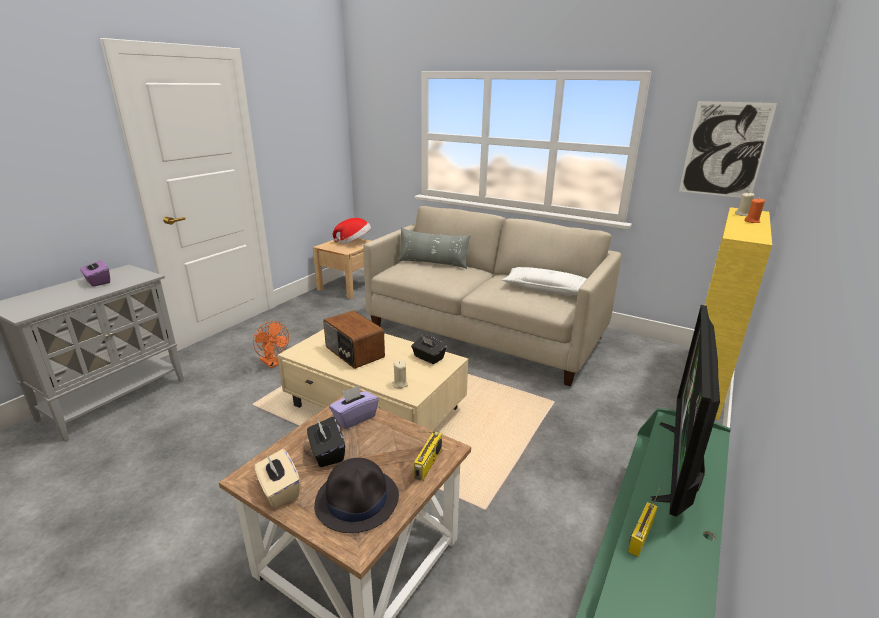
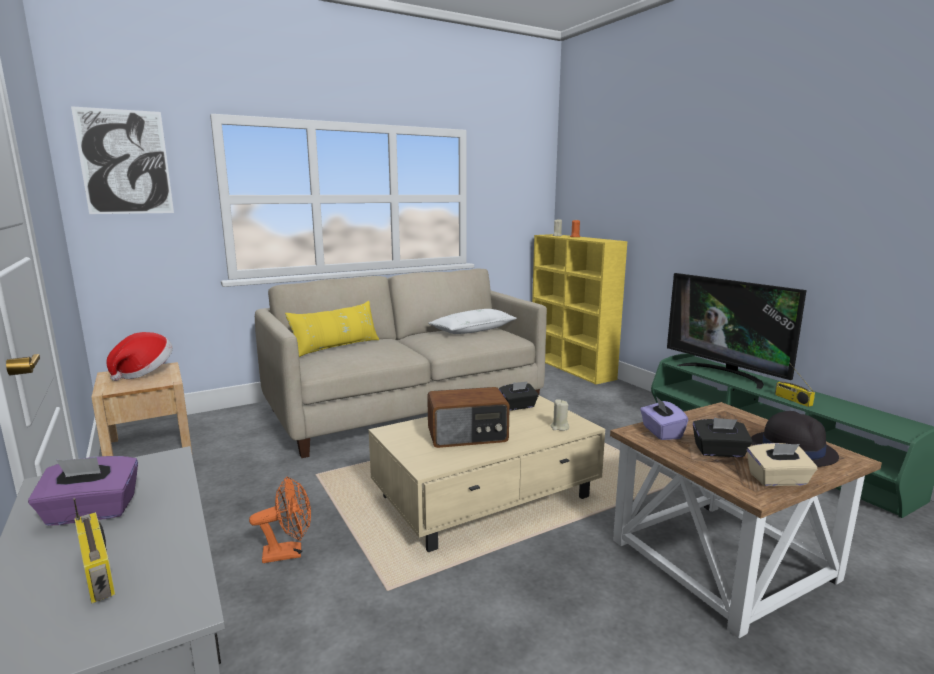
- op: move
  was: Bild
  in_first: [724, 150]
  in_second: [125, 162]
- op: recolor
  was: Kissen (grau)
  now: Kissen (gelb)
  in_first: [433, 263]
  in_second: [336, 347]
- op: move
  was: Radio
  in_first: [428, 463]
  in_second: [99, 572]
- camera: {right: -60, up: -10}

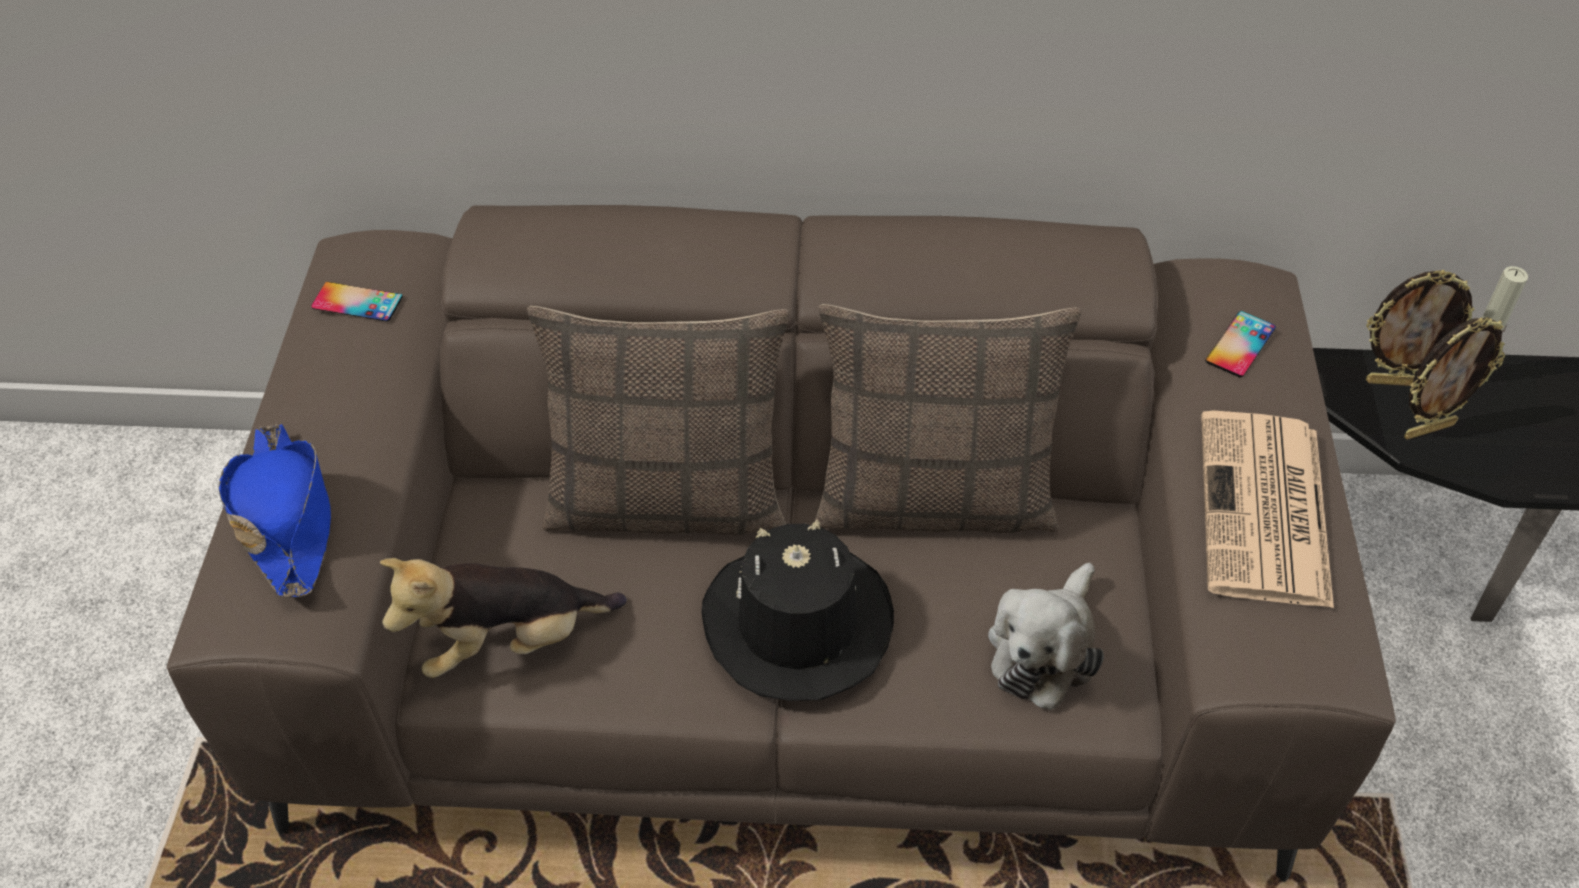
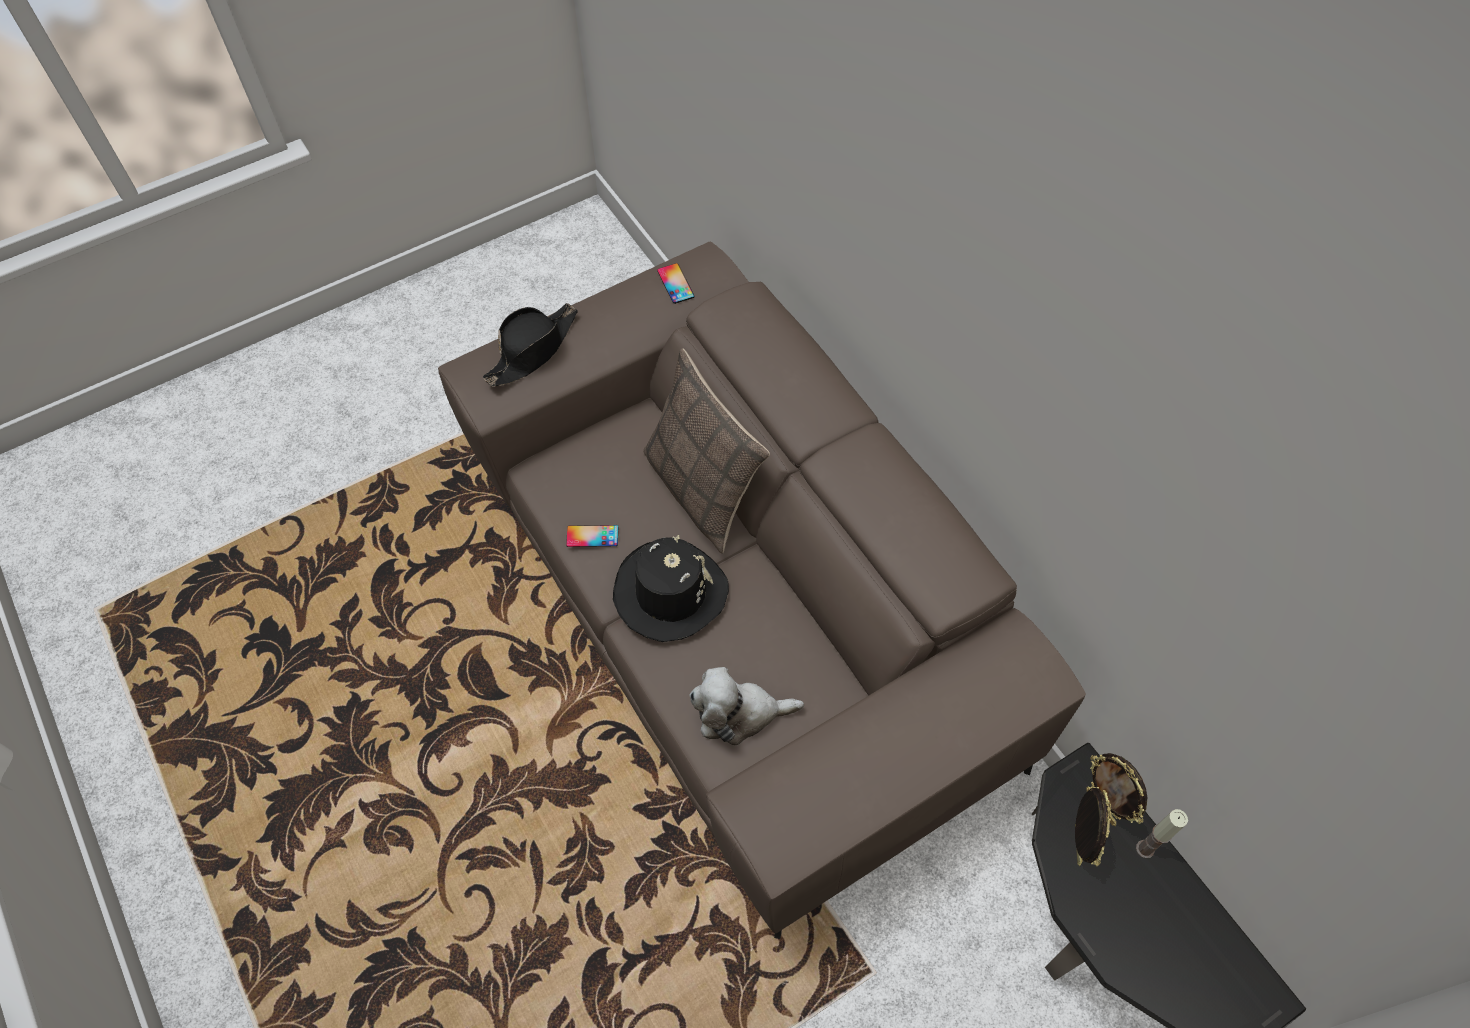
- op: delete
  was: Kissen
  in_first: [934, 499]
- op: move
  was: Handy
  in_first: [1240, 344]
  in_second: [592, 536]
- op: rotate
  was: Bilderrahmen
  in_first: [1428, 429]
  in_second: [1075, 843]
  clockwise: -120
- op: delete
  was: Zeitung
  in_first: [1265, 512]
- op: recolor
  was: Hut (blau)
  now: Hut (schwarz)
  in_first: [285, 518]
  in_second: [533, 349]
- op: delete
  was: Plüschtier
  in_first: [509, 643]
- camera: {right: 55, up: 10}

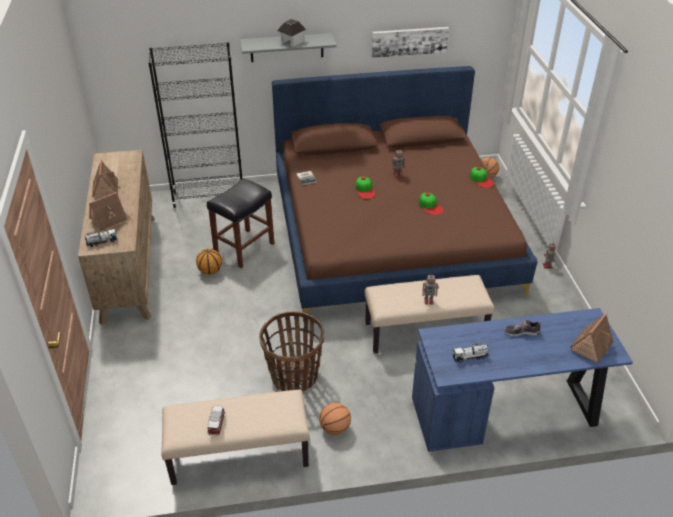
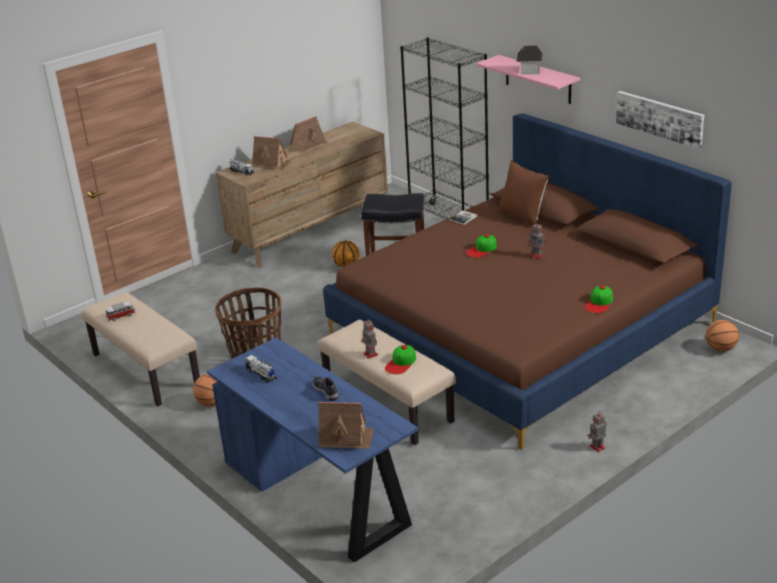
- op: recolor
  was: Wandregal (grau)
  now: Wandregal (rosa)
  in_first: [286, 47]
  in_second: [538, 79]
- op: move
  was: Kappe
  in_first: [430, 206]
  in_second: [401, 363]
- op: insert
  now: Kissen (braun)
  in_second: [523, 216]
- camera: {right: 60, up: -10}

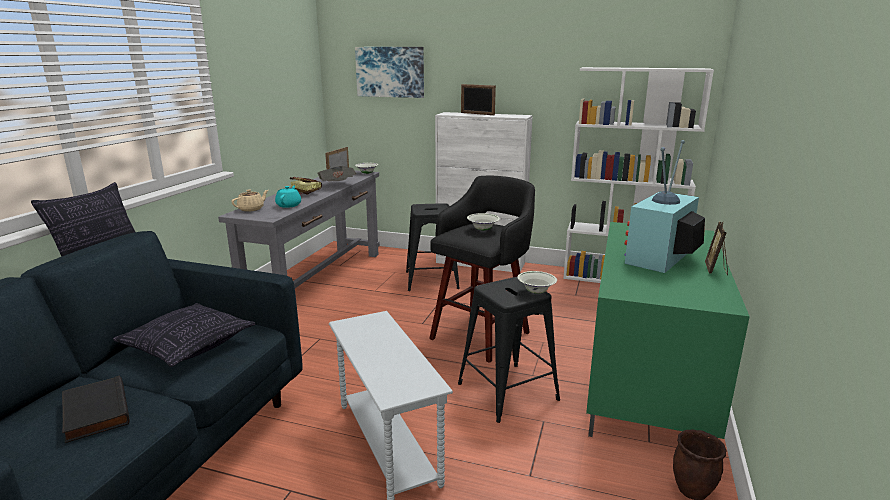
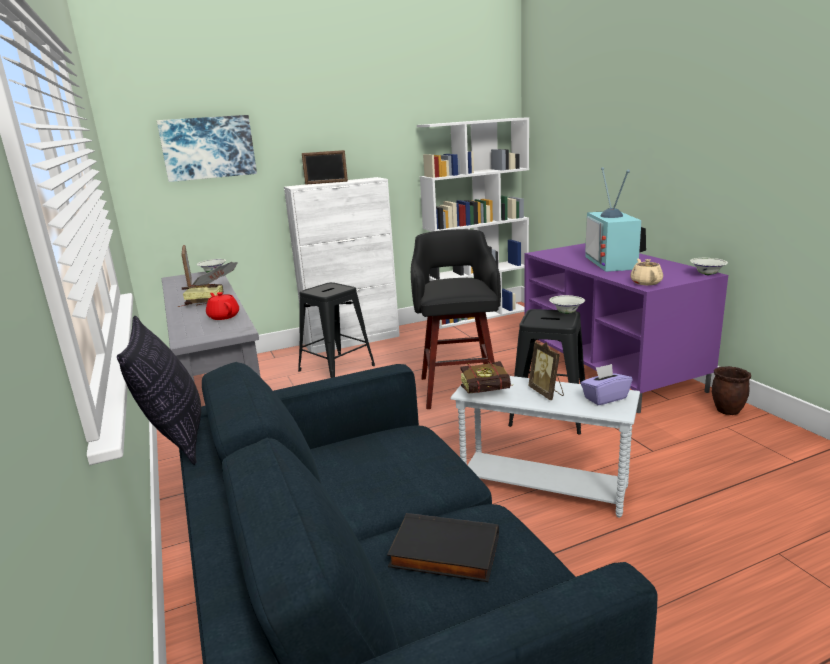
- op: recolor
  was: Teekanne (türkis)
  now: Teekanne (rot)
  in_first: [289, 205]
  in_second: [223, 316]
- op: move
  was: Teekanne (beige)
  in_first: [251, 209]
  in_second: [645, 282]
- op: move
  was: Schüssel (weiß)
  in_first: [482, 230]
  in_second: [707, 274]
- op: recolor
  was: Fernsehschrank (grün)
  now: Fernsehschrank (lila)
  in_first: [649, 383]
  in_second: [612, 369]
- op: move
  was: Bilderrahmen
  in_first: [716, 270]
  in_second: [547, 393]
- op: delete
  was: Kissen
  in_first: [188, 346]
- op: insert
  now: Buch
  in_second: [490, 392]
- op: insert
  now: Taschentuchbox (lila)
  in_second: [605, 398]
- camera: {right: -40, up: 0}

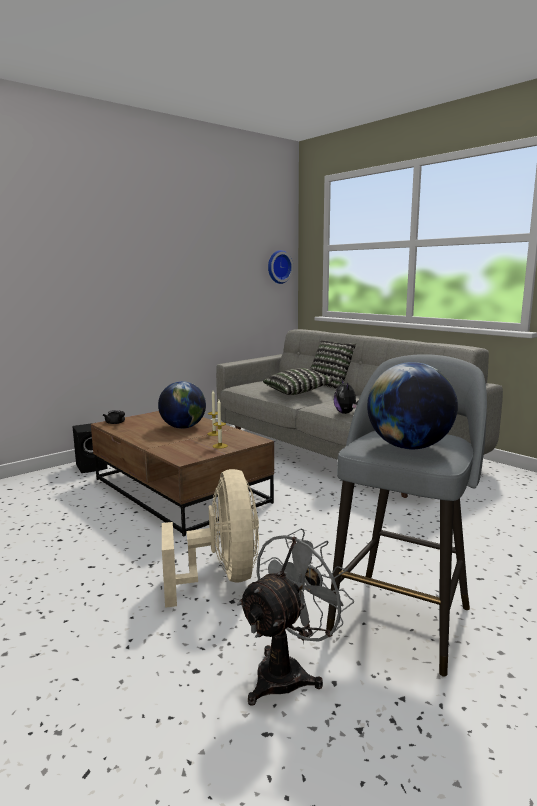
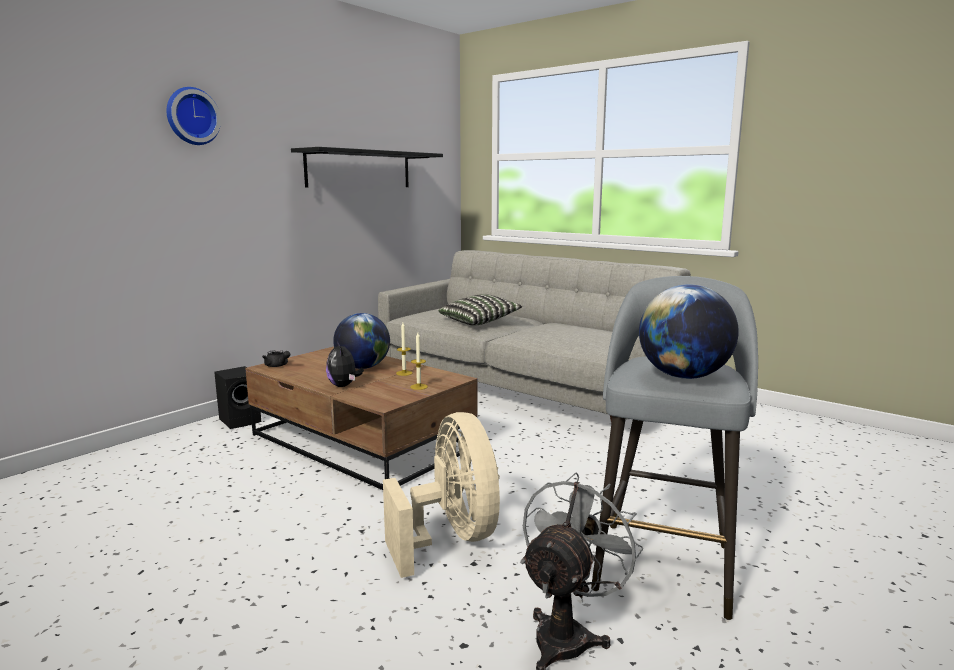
- op: move
  was: Wanduhr
  in_first: [278, 267]
  in_second: [191, 116]
- op: delete
  was: Kissen
  in_first: [331, 385]
- op: move
  was: Plüschtier
  in_first: [346, 413]
  in_second: [344, 386]
- op: insert
  now: Wandregal (schwarz)
  in_second: [359, 169]
- camera: {right: -10, up: 0}

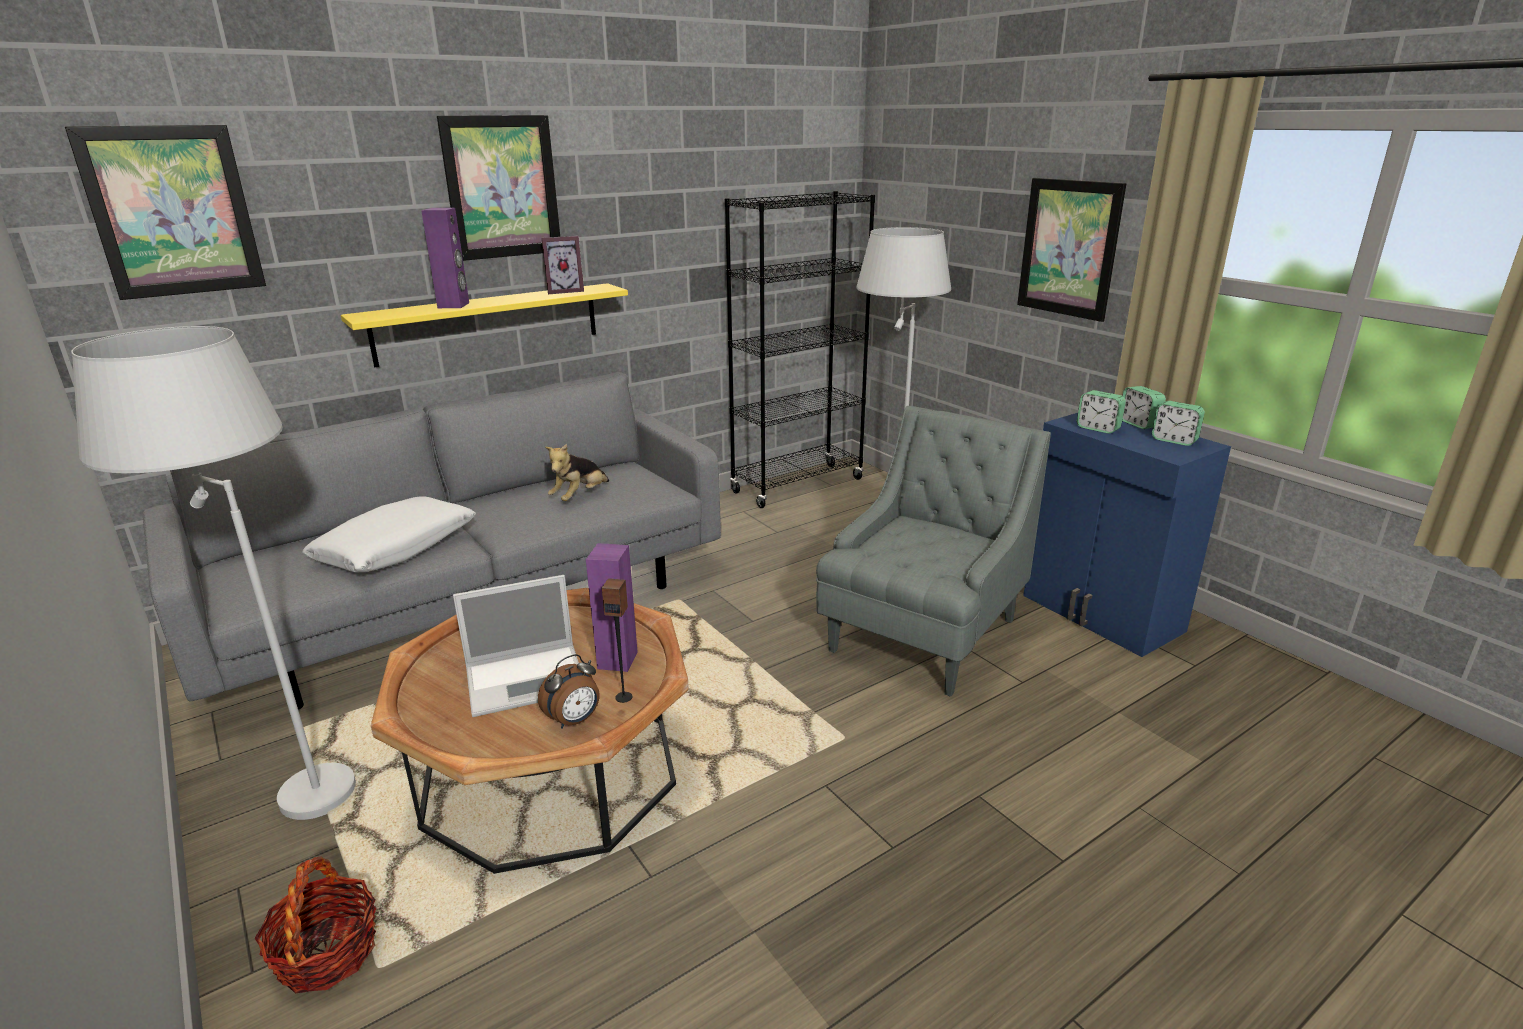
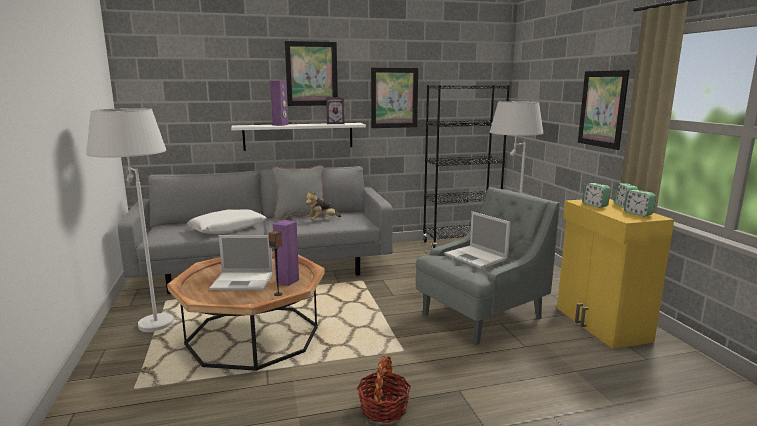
- op: move
  was: Bild
  in_first: [173, 212]
  in_second: [394, 98]
- op: recolor
  was: Wandregal (gelb)
  now: Wandregal (weiß)
  in_first: [488, 323]
  in_second: [298, 136]
- op: recolor
  was: Schrank (blau)
  now: Schrank (gelb)
  in_first: [1101, 614]
  in_second: [601, 324]
- op: delete
  was: Wecker
  in_first: [574, 721]
- op: move
  was: Korb
  in_first: [327, 952]
  in_second: [383, 408]
- op: insert
  now: Kissen (grau)
  in_second: [300, 216]
- op: insert
  now: Laptop
  in_second: [476, 257]
- camera: {right: 20, up: -10}

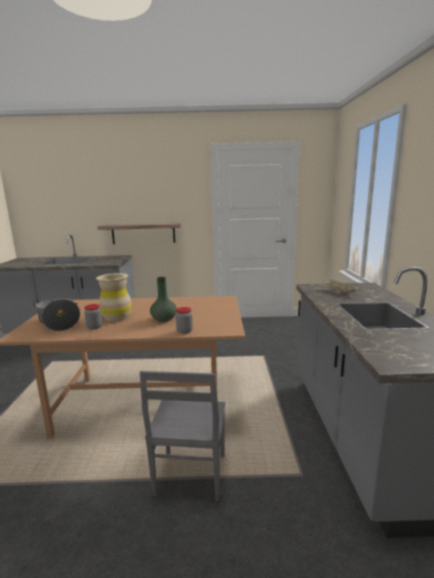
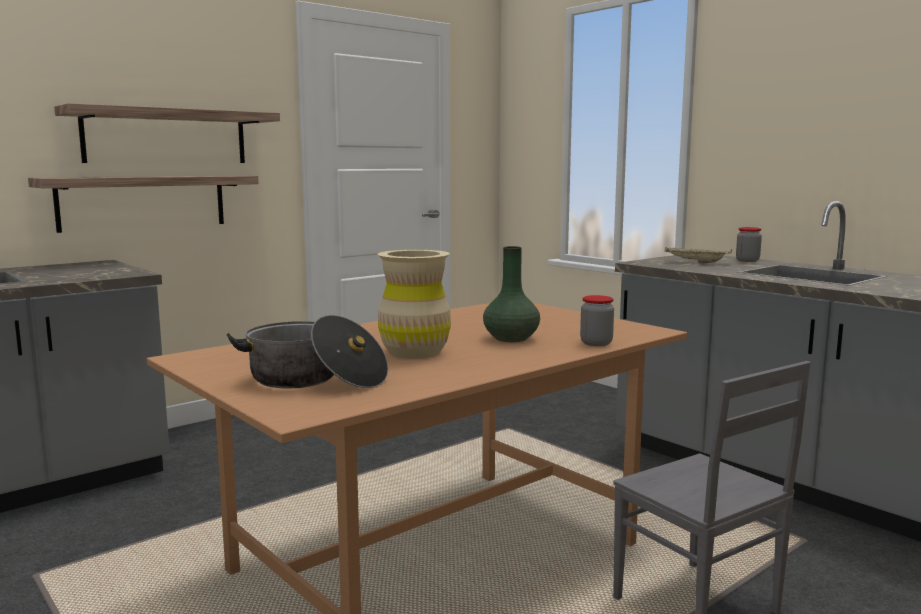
- op: move
  was: Vorratsglas
  in_first: [94, 327]
  in_second: [747, 261]
- op: insert
  now: Wandregal
  in_second: [166, 137]
- camera: {right: -40, up: -5}

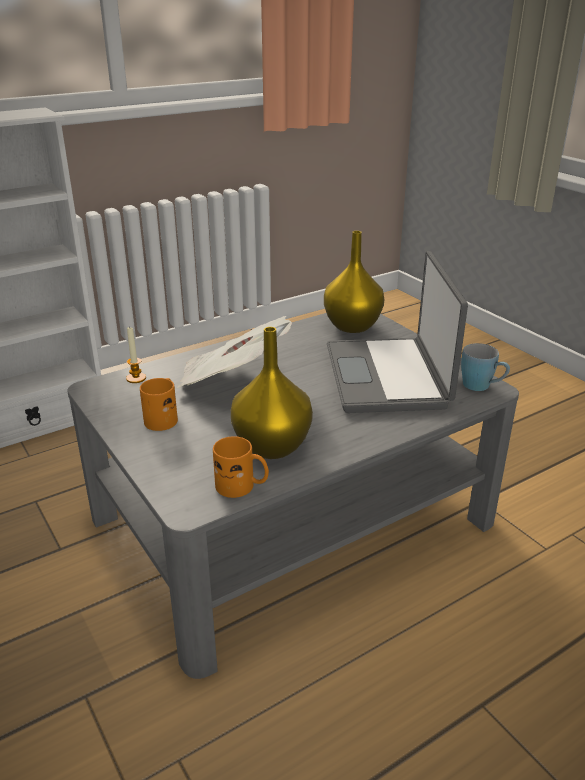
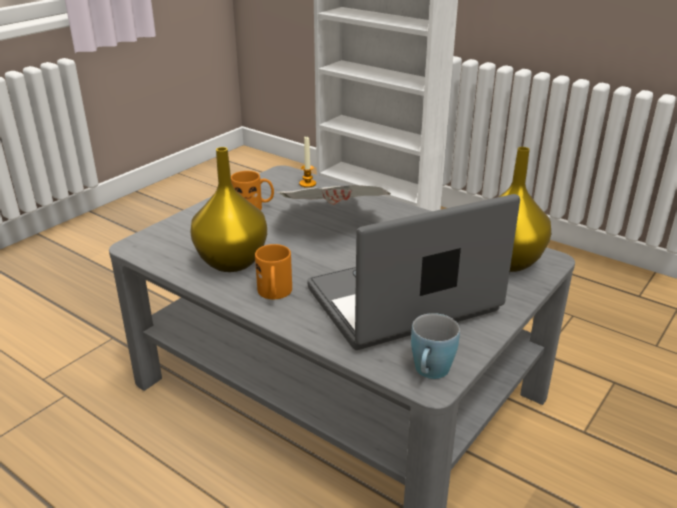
- op: move
  was: Henkelbecher (orange)
  in_first: [242, 487]
  in_second: [275, 294]
- camera: {right: 70, up: 0}

